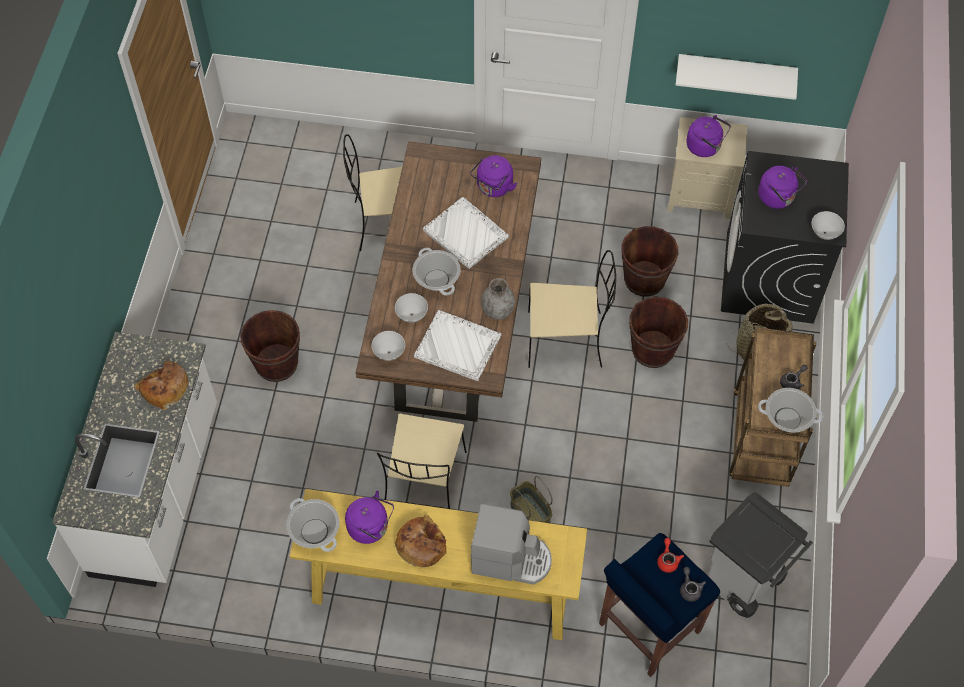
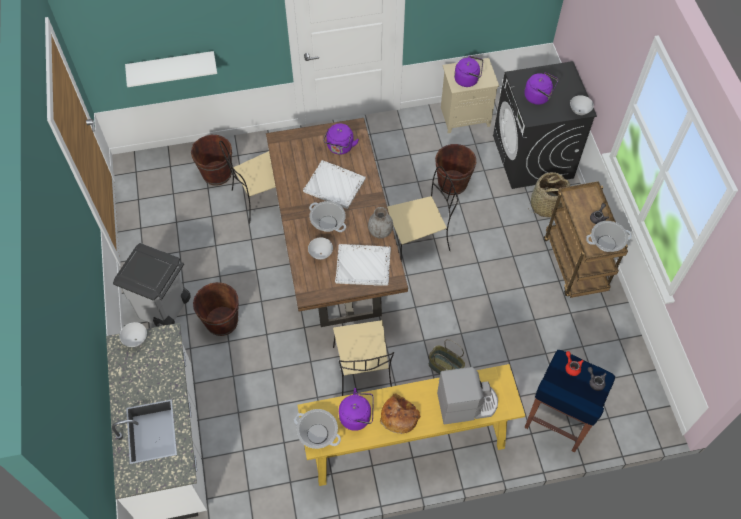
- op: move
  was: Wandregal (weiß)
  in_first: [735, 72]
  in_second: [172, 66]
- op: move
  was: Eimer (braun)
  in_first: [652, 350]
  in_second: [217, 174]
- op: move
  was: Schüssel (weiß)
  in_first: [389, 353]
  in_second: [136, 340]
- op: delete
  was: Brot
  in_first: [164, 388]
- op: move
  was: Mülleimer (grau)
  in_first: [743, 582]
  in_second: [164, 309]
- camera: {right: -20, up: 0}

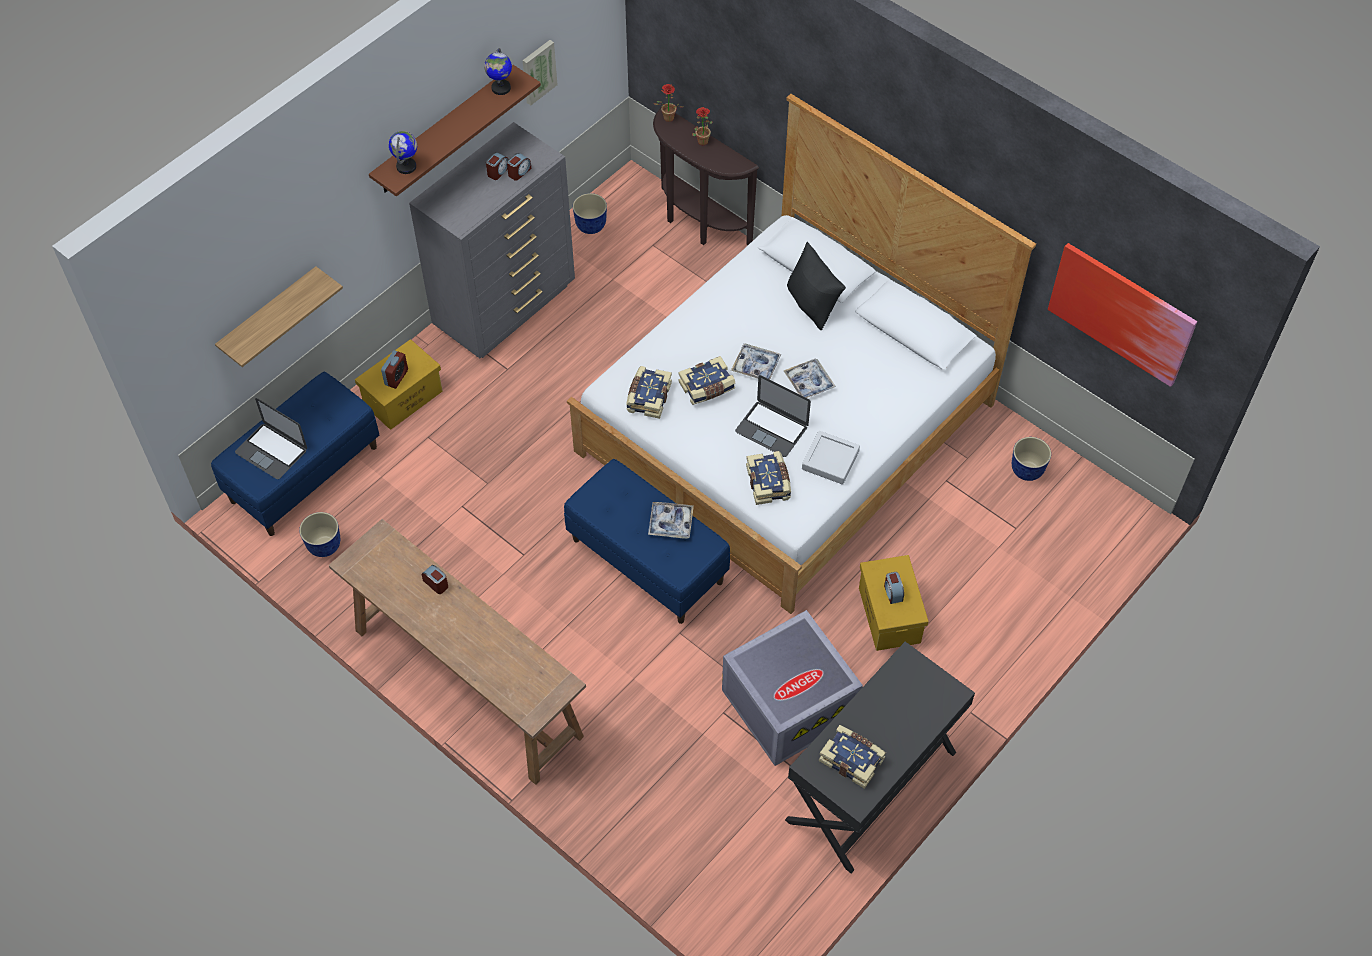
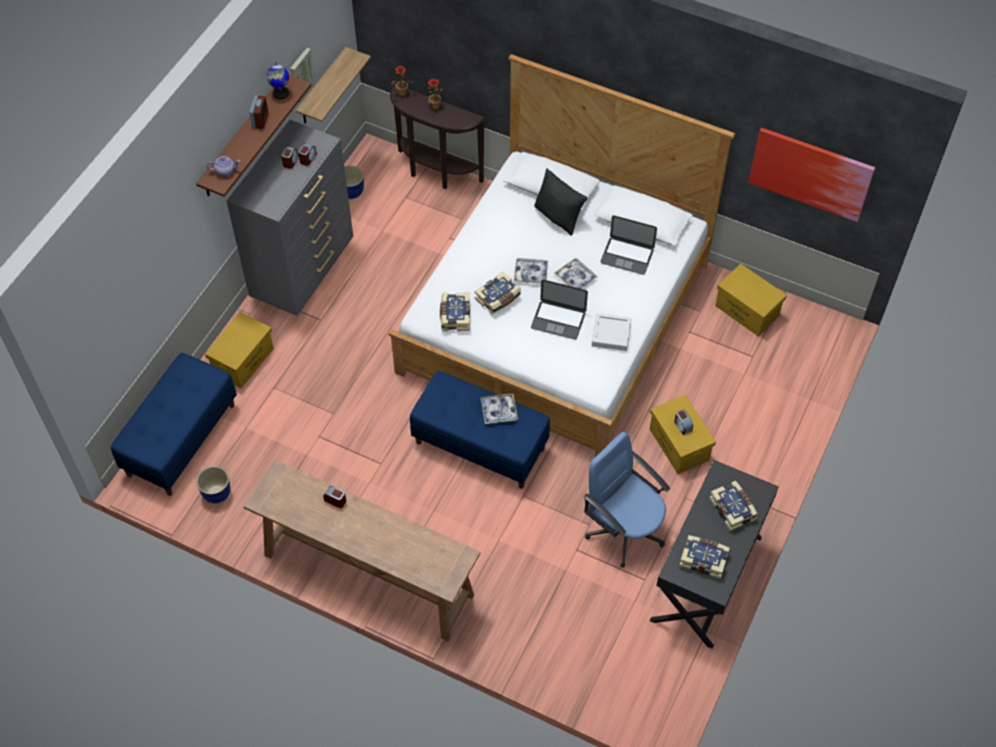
- op: replace
  was: Globus
  now: Teekanne
  in_first: [406, 166]
  in_second: [225, 171]
- op: move
  was: Wandregal
  in_first: [269, 316]
  in_second: [322, 88]
- op: move
  was: Wecker
  in_first: [396, 377]
  in_second: [260, 120]
- op: move
  was: Laptop
  in_first: [272, 451]
  in_second: [627, 256]
- op: replace
  was: Pflanzkübel
  now: Aufbewahrungsbox (gelb)
  in_first: [1027, 471]
  in_second: [747, 311]
- op: move
  was: Buch
  in_first: [769, 483]
  in_second: [733, 509]
- op: replace
  was: Aufbewahrungsbox (grau)
  now: Bürostuhl (blau)
  in_first: [789, 702]
  in_second: [624, 529]
- camera: {right: -15, up: 0}

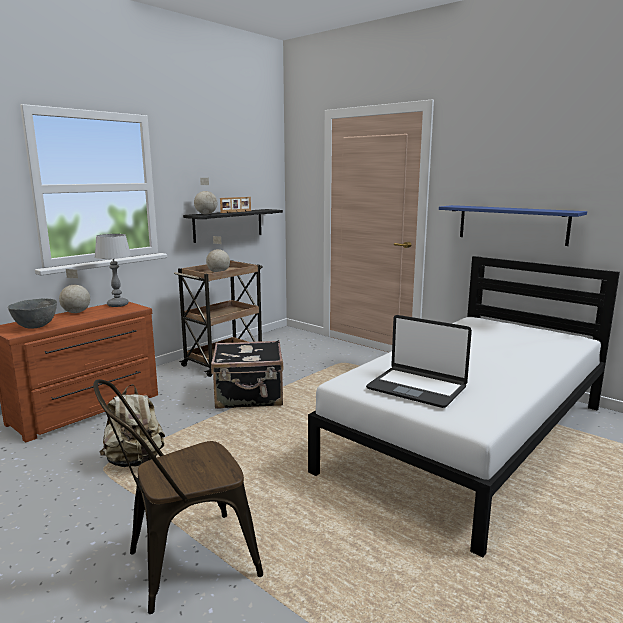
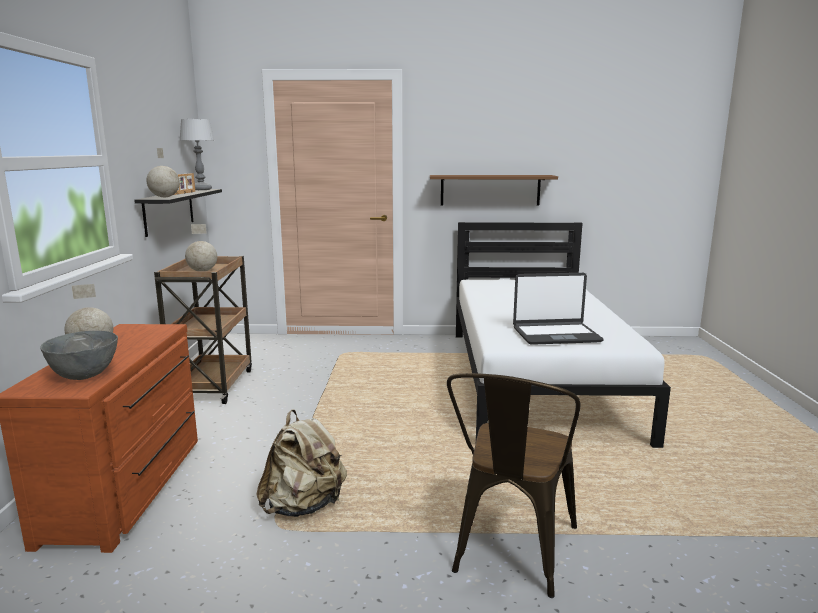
- op: recolor
  was: Wandregal (blau)
  now: Wandregal (braun)
  in_first: [512, 224]
  in_second: [490, 190]
- op: move
  was: Tischlampe
  in_first: [117, 305]
  in_second: [201, 189]
- op: delete
  was: Koffer (schwarz)
  in_first: [249, 396]
- camera: {right: -40, up: 0}

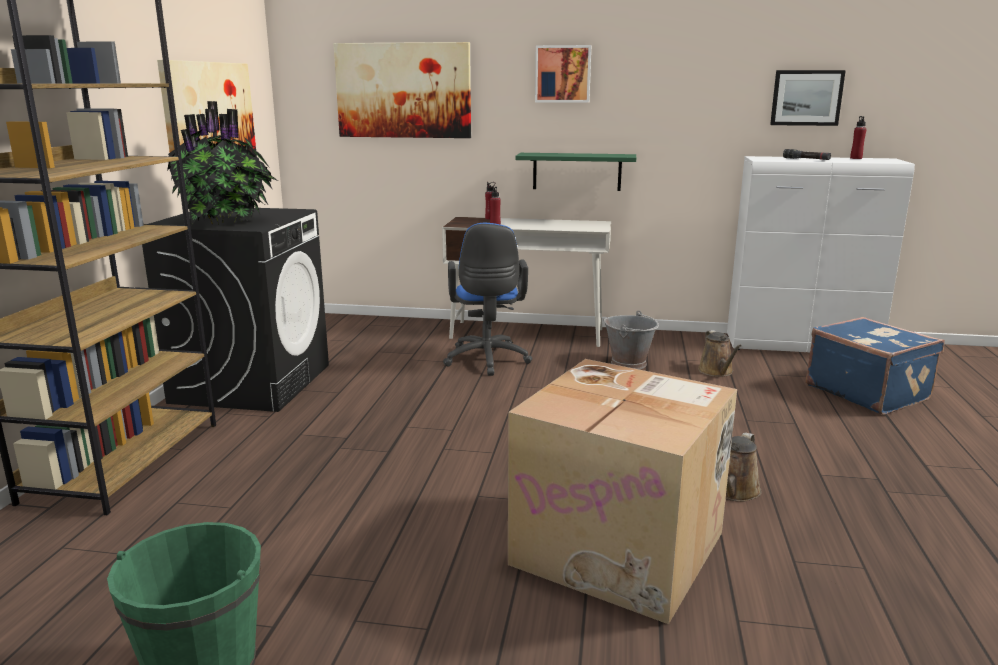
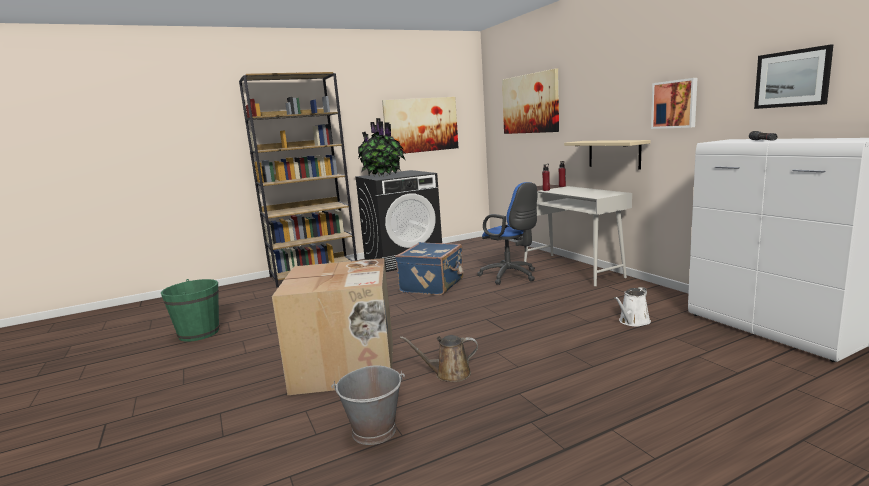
- op: move
  was: Bild
  in_first: [563, 74]
  in_second: [675, 104]
- op: delete
  was: Flasche (rot)
  in_first: [856, 158]
- op: recolor
  was: Wandregal (grün)
  now: Wandregal (beige)
  in_first: [577, 171]
  in_second: [614, 154]
- op: rotate
  was: Bürostuhl (blau)
  in_first: [487, 361]
  in_second: [511, 276]
  clockwise: -90
- op: move
  was: Eimer (grau)
  in_first: [629, 363]
  in_second: [375, 431]
- op: move
  was: Koffer (blau)
  in_first: [867, 392]
  in_second: [433, 285]
- op: recolor
  was: Gießkanne (braun)
  now: Gießkanne (weiß)
  in_first: [717, 372]
  in_second: [633, 322]
- camera: {right: 55, up: -5}

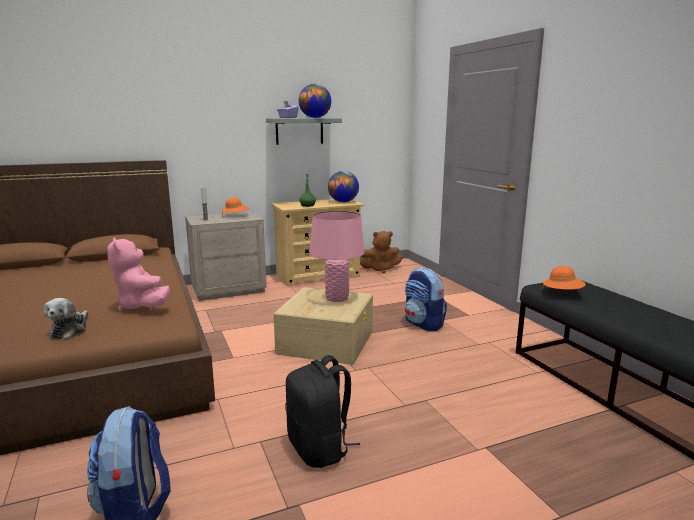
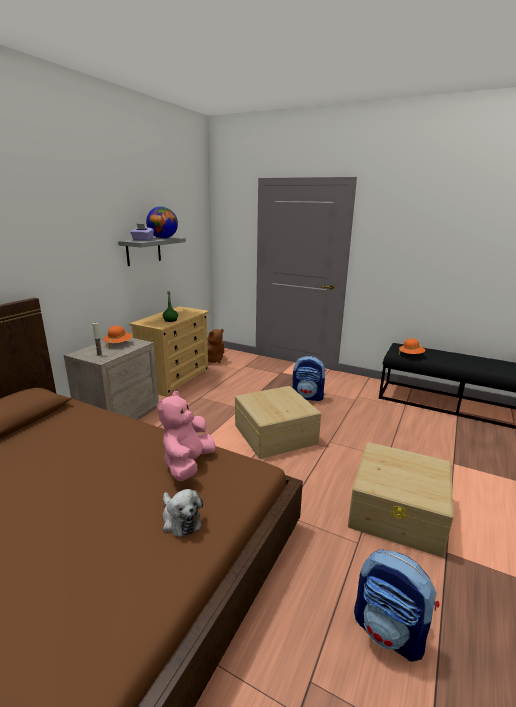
- op: delete
  was: Globus
  in_first: [343, 202]
- op: delete
  was: Tischlampe (rosa)
  in_first: [337, 298]
- op: rotate
  was: Plüschtier (rosa)
  in_first: [142, 306]
  in_second: [188, 464]
  clockwise: 90
- op: replace
  was: Rucksack (schwarz)
  now: Aufbewahrungsbox (beige)
  in_first: [319, 449]
  in_second: [398, 511]
- camera: {right: -40, up: 5}

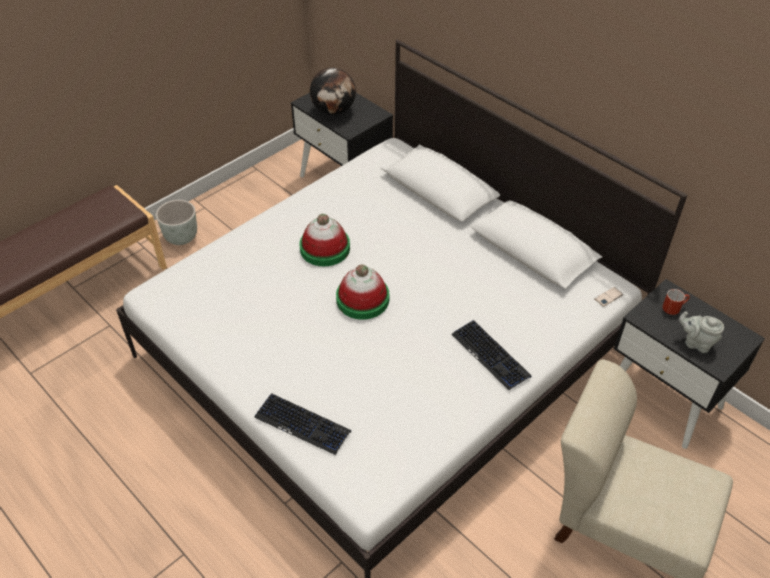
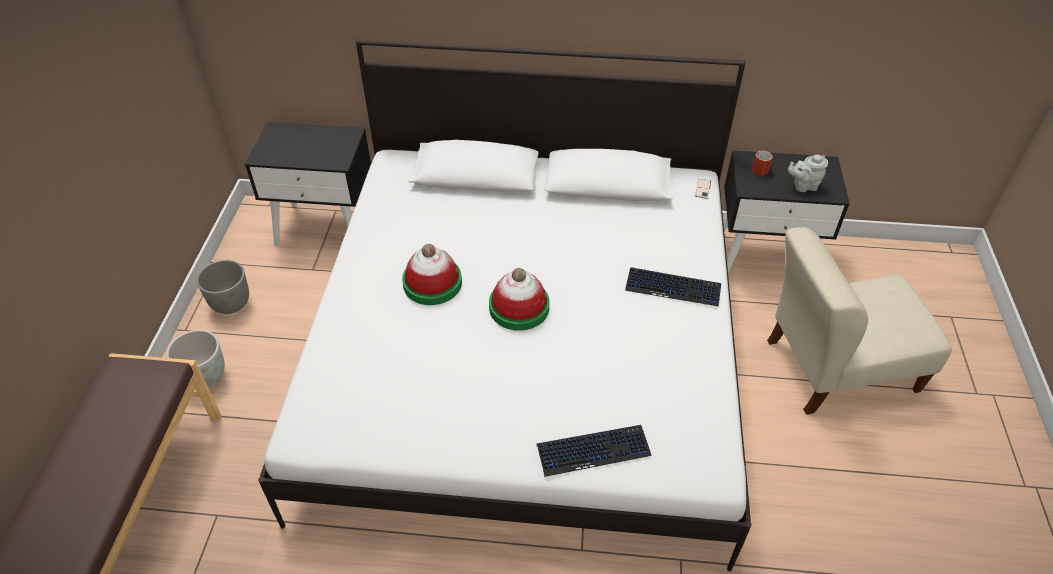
- op: delete
  was: Globus
  in_first: [334, 111]
- op: insert
  now: Pflanzkübel (grau)
  in_second: [231, 304]
- camera: {right: -40, up: 0}

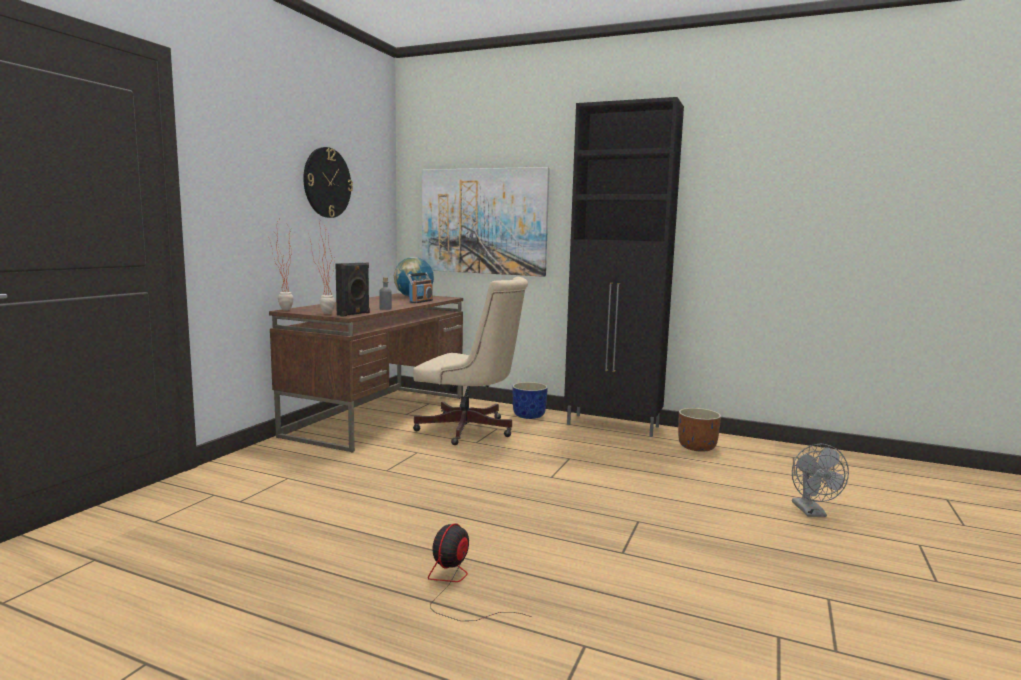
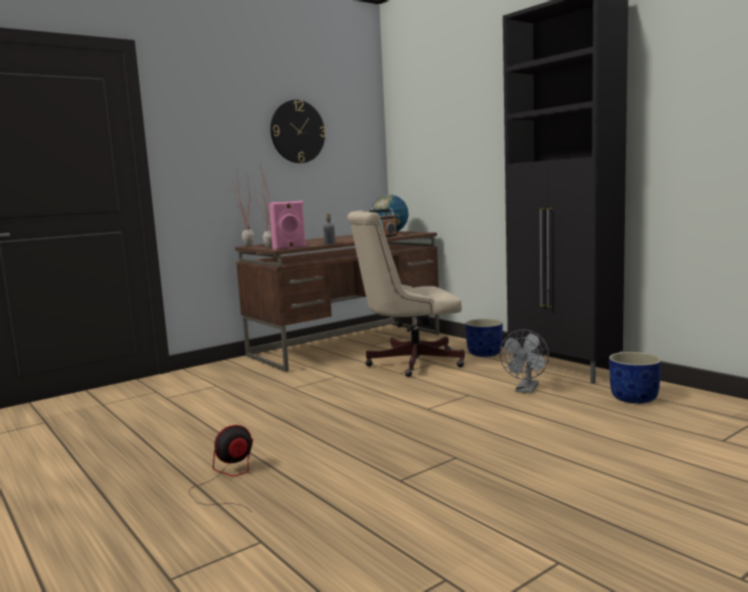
- op: delete
  was: Bild
  in_first: [483, 221]
- op: recolor
  was: Lautsprecher (schwarz)
  now: Lautsprecher (rosa)
  in_first: [354, 314]
  in_second: [289, 248]
- op: rotate
  was: Bürostuhl (beige)
  in_first: [470, 430]
  in_second: [408, 363]
  clockwise: 120
- op: recolor
  was: Pflanzkübel (braun)
  now: Pflanzkübel (blau)
  in_first: [696, 447]
  in_second: [633, 398]
- op: move
  was: Ventilator (grau)
  in_first: [812, 512]
  in_second: [526, 390]
- camera: {right: 30, up: 0}

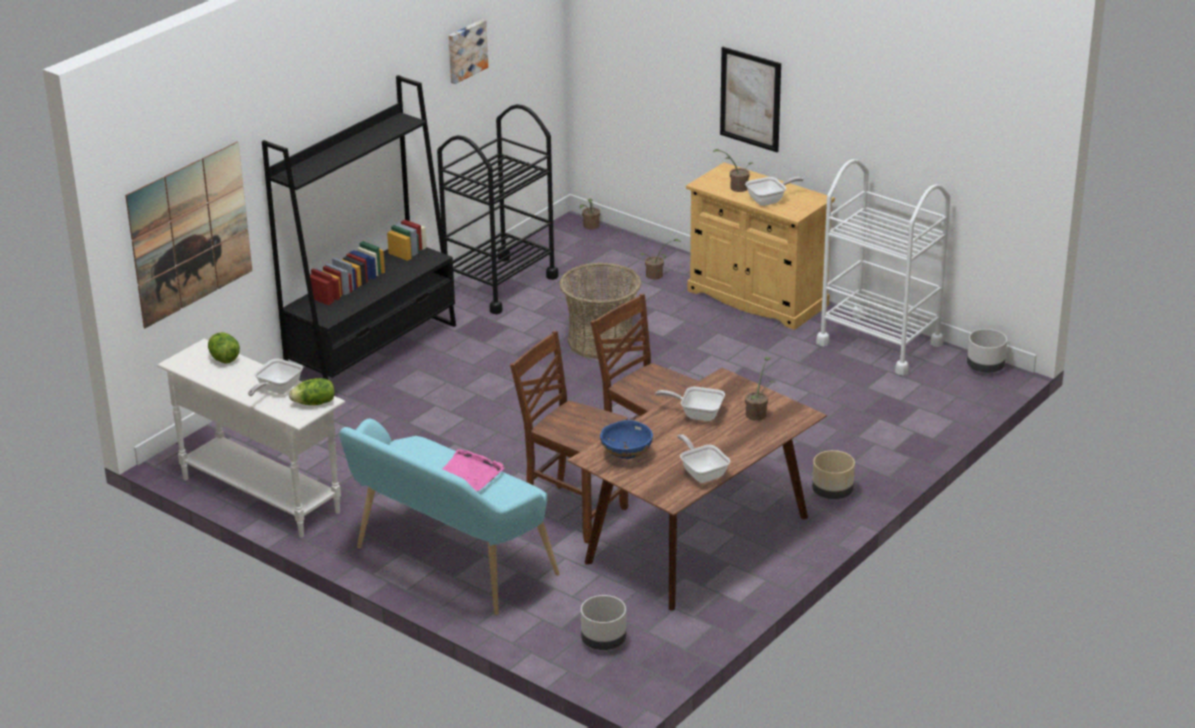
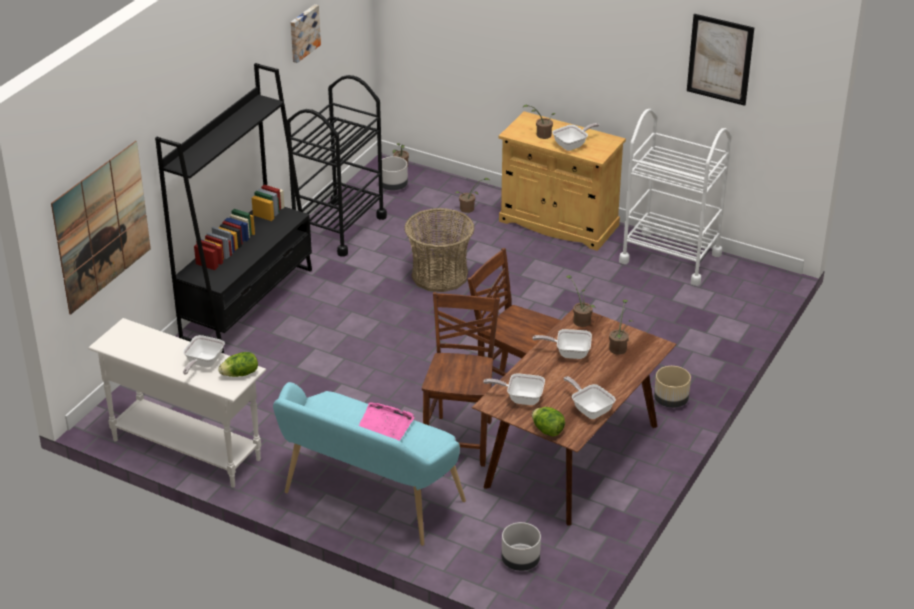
- op: move
  was: Bild
  in_first: [750, 99]
  in_second: [720, 59]
- op: move
  was: Pflanzkübel (grau)
  in_first: [985, 367]
  in_second: [393, 186]
- op: rotate
  was: Stuhl (braun)
  in_first: [573, 512]
  in_second: [460, 439]
  clockwise: 75
- op: move
  was: Salatkopf
  in_first: [224, 359]
  in_second: [547, 430]
- op: replace
  was: Schüssel (blau)
  now: Pfanne
  in_first: [626, 455]
  in_second: [521, 398]
- op: insert
  now: Topfpflanze
  in_second: [580, 320]
- camera: {right: -10, up: 5}

